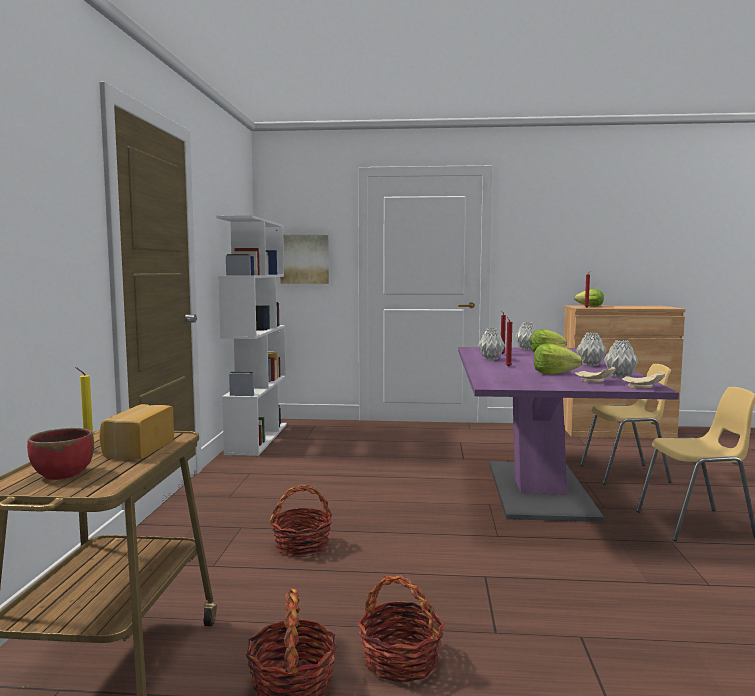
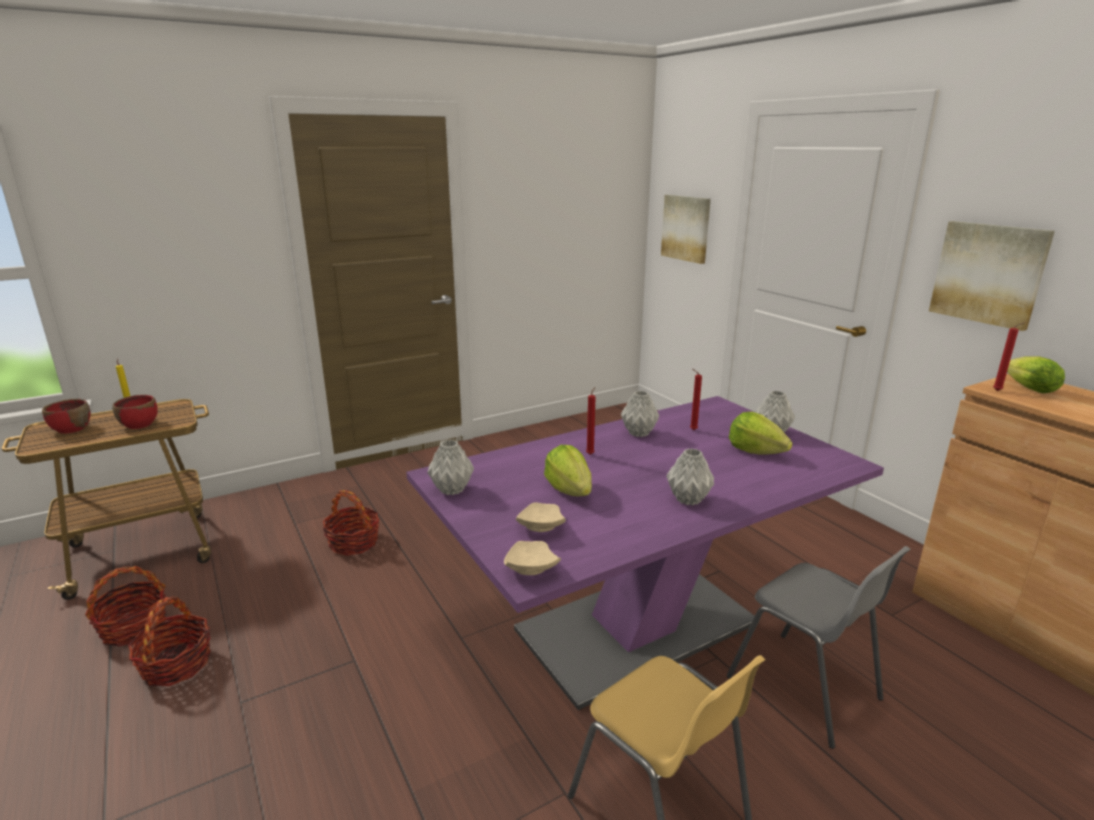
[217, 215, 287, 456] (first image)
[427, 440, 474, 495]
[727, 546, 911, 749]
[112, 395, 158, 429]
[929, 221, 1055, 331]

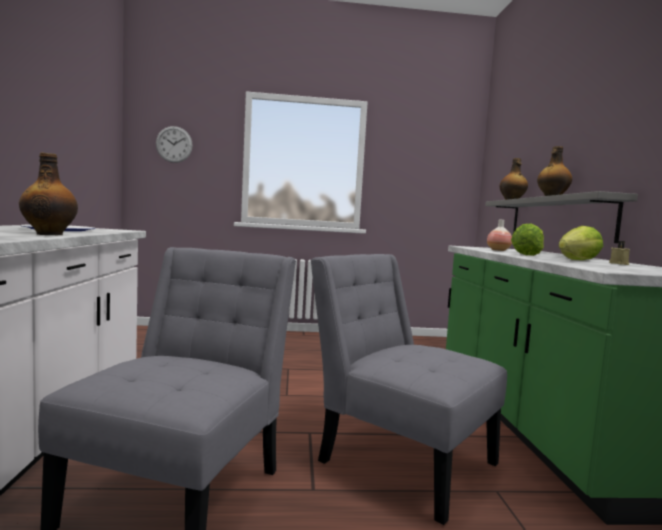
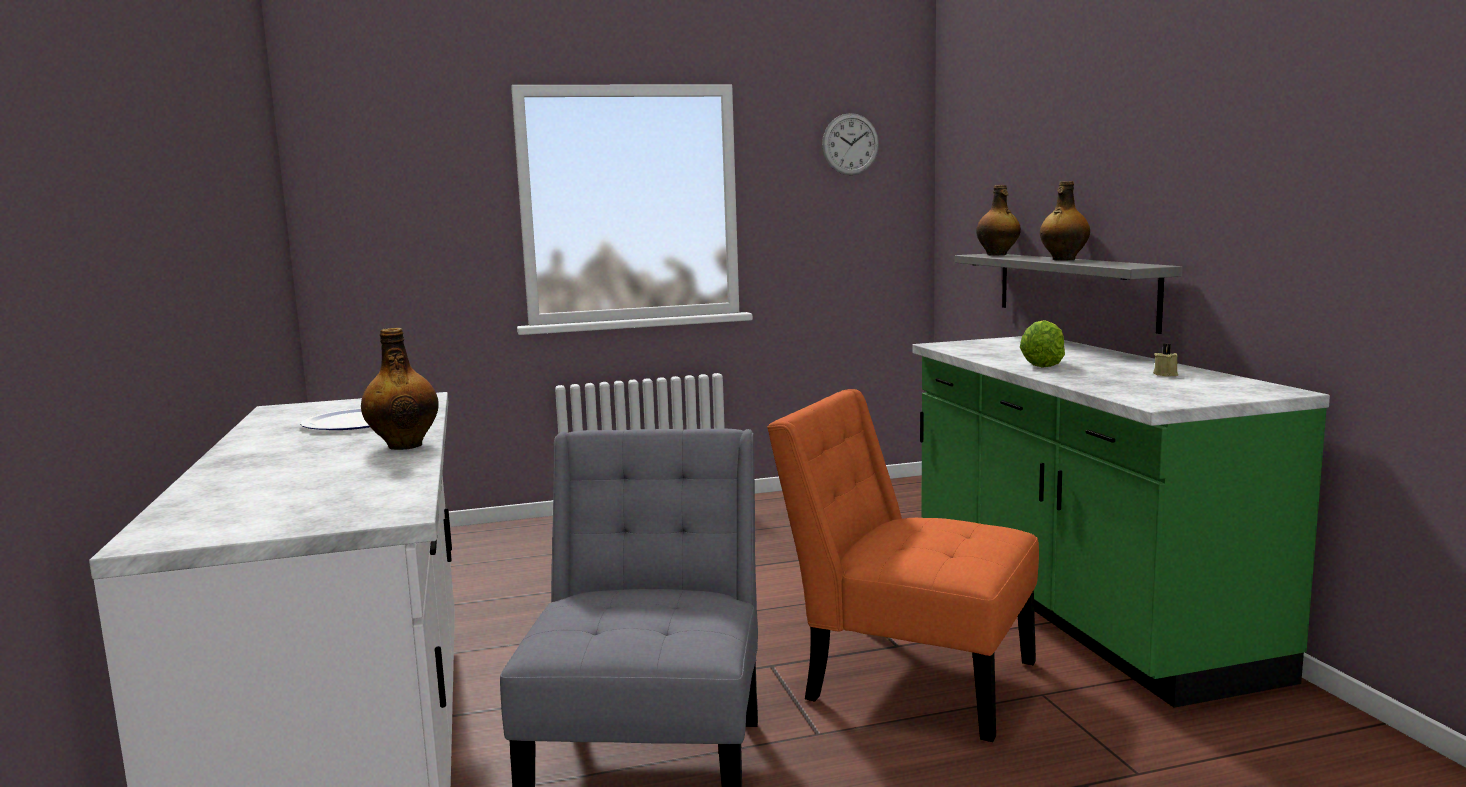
[822, 113, 879, 175]
[487, 220, 512, 251] (first image)
[559, 226, 603, 260] (first image)
[767, 389, 1039, 742]

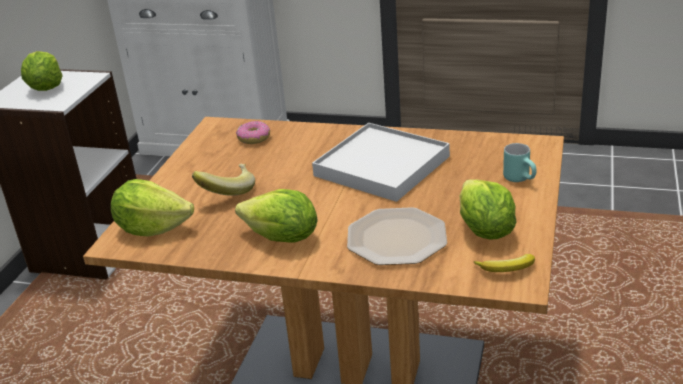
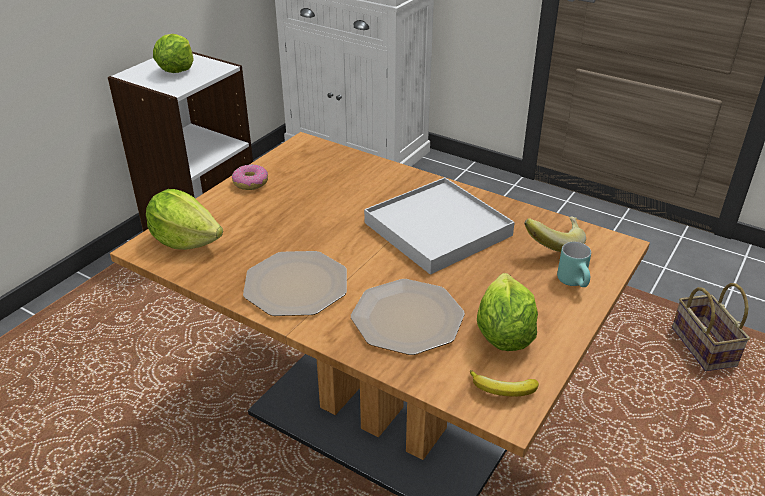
[232, 164, 268, 190]
[524, 216, 586, 252]
[243, 251, 347, 316]
[672, 283, 750, 371]

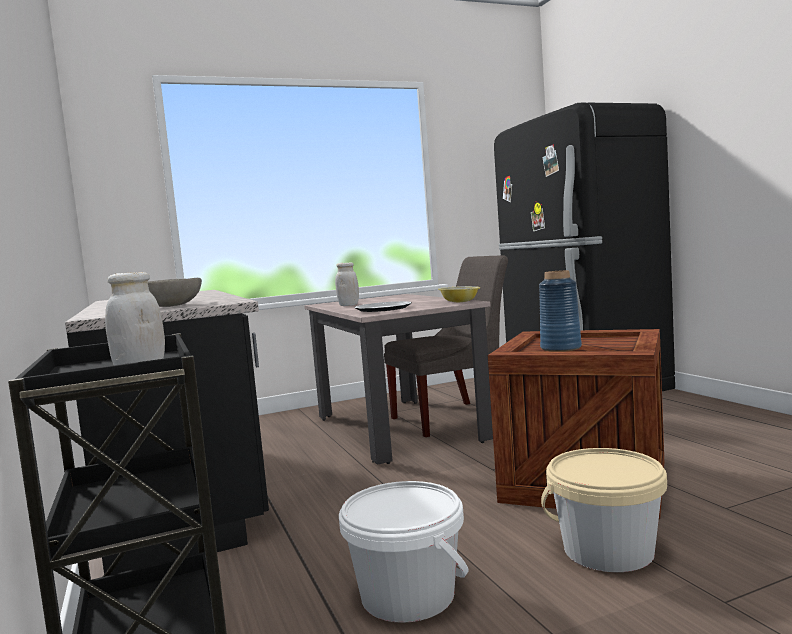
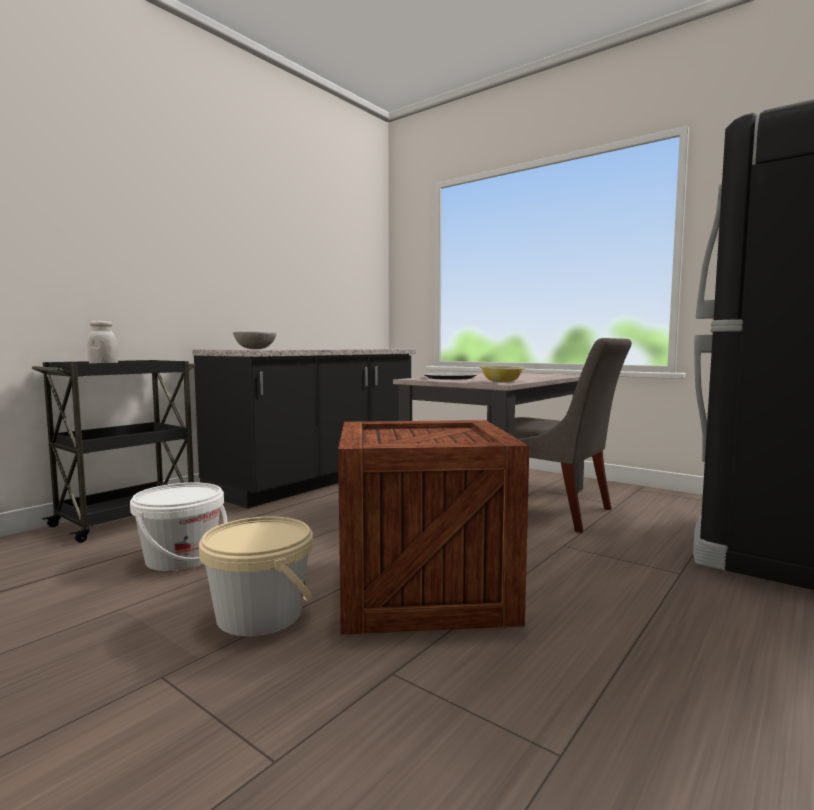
[335, 262, 359, 306] (first image)
[539, 270, 582, 352] (first image)

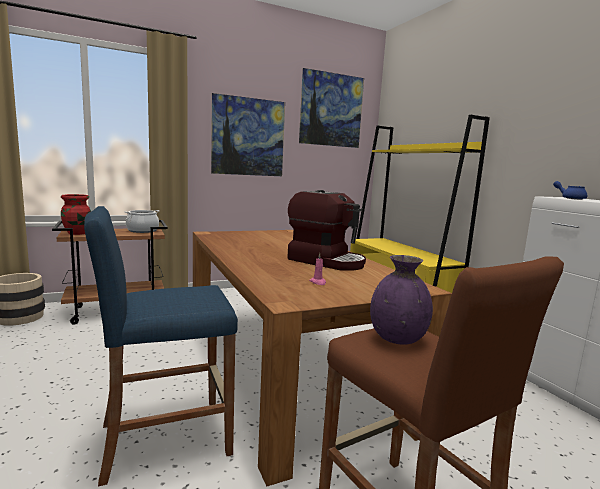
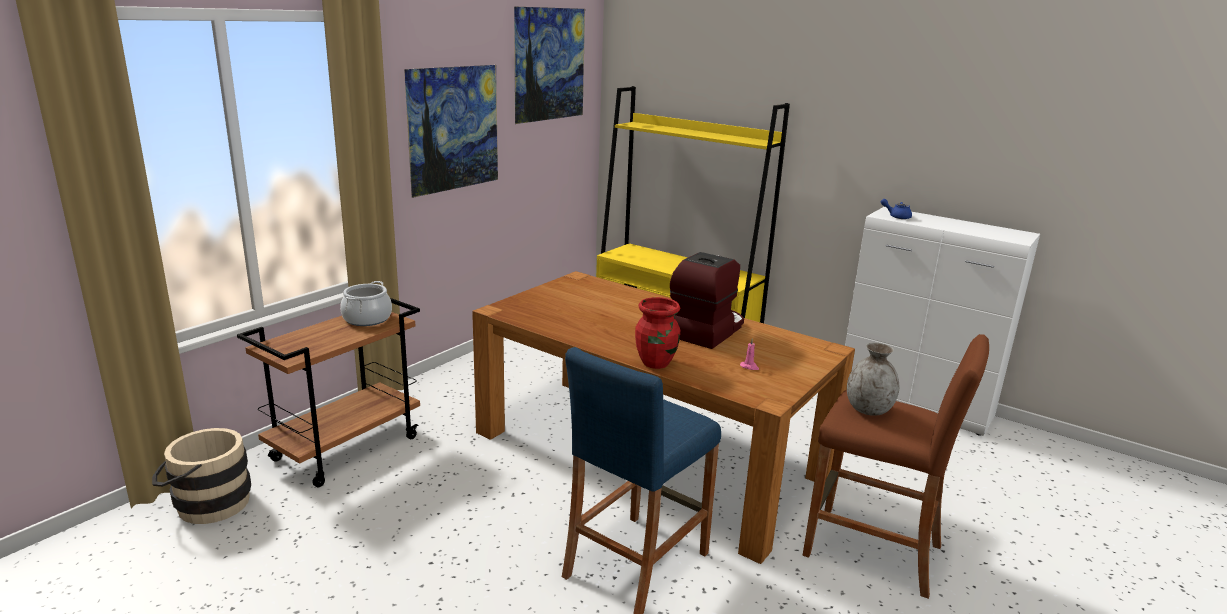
[670, 252, 744, 349]
[635, 297, 680, 369]
[847, 342, 899, 416]

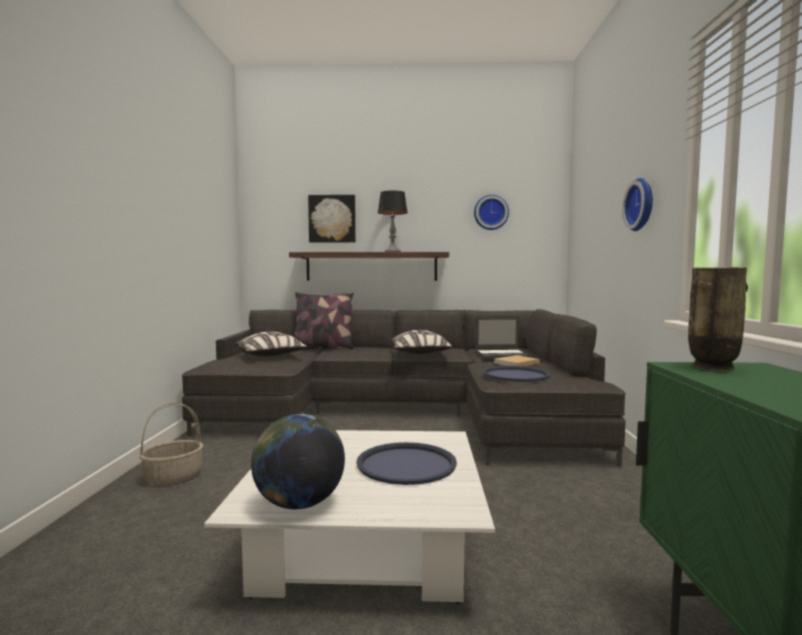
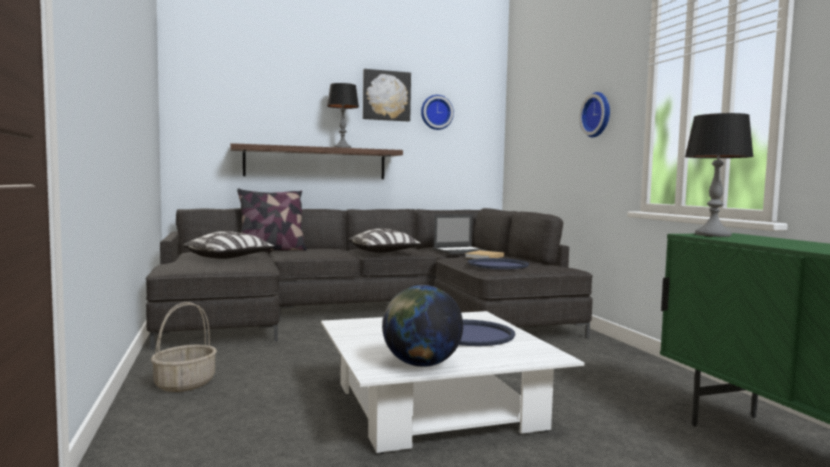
[363, 69, 411, 122]
[685, 113, 754, 237]

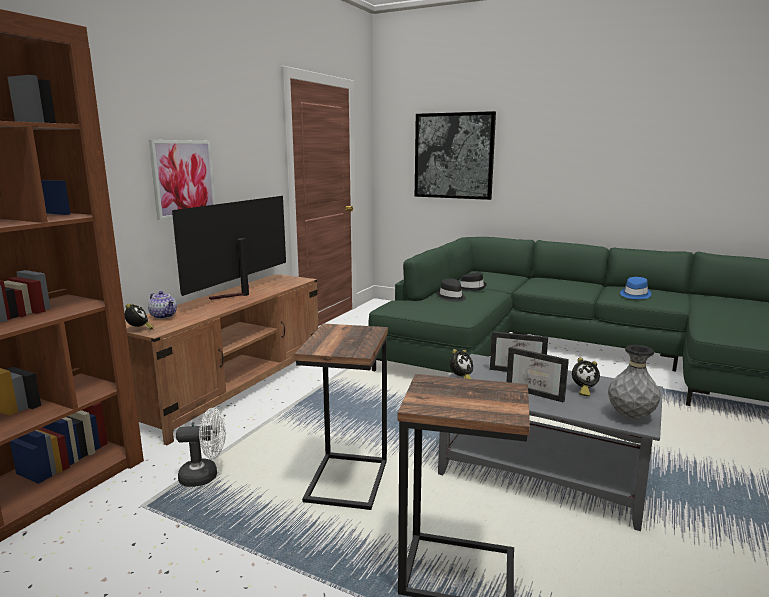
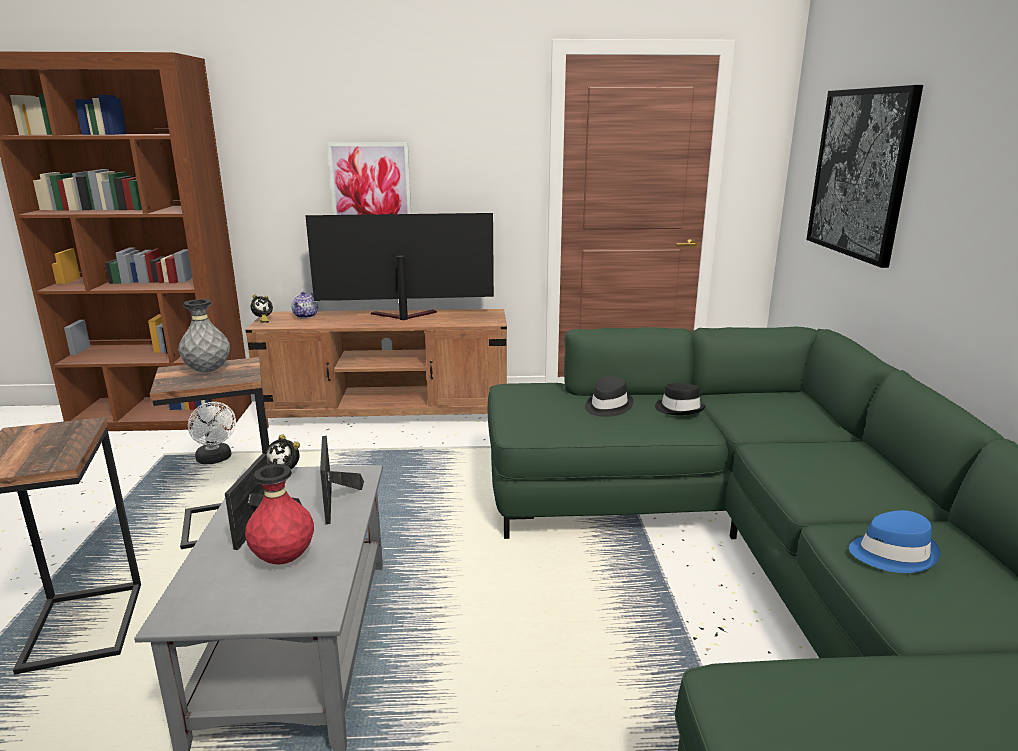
[178, 299, 230, 373]
[245, 464, 314, 565]

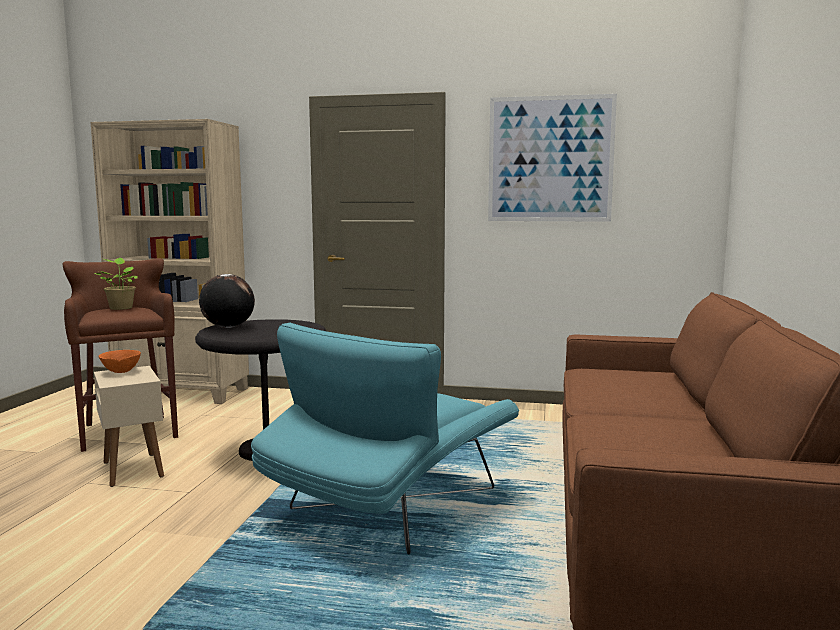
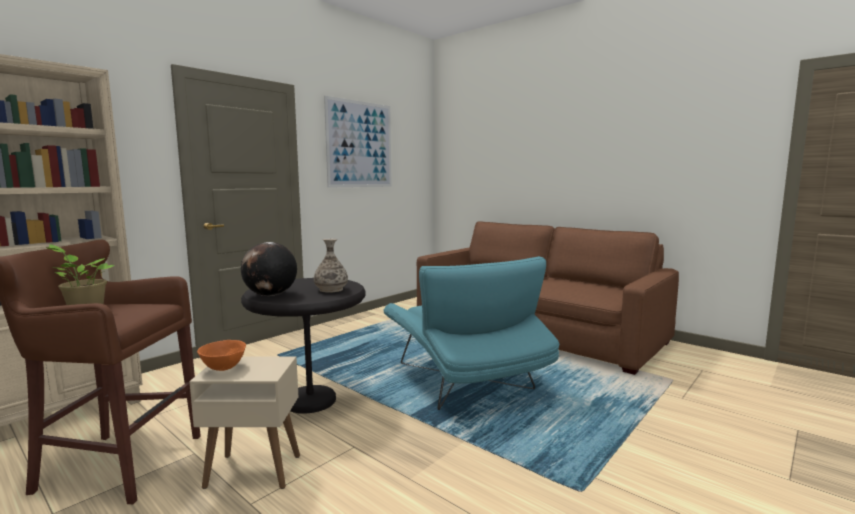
[314, 239, 348, 293]

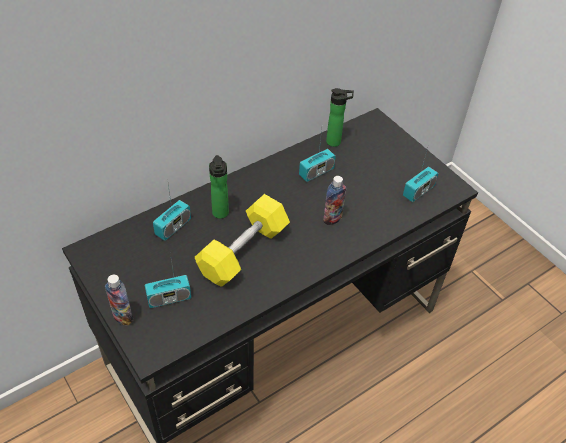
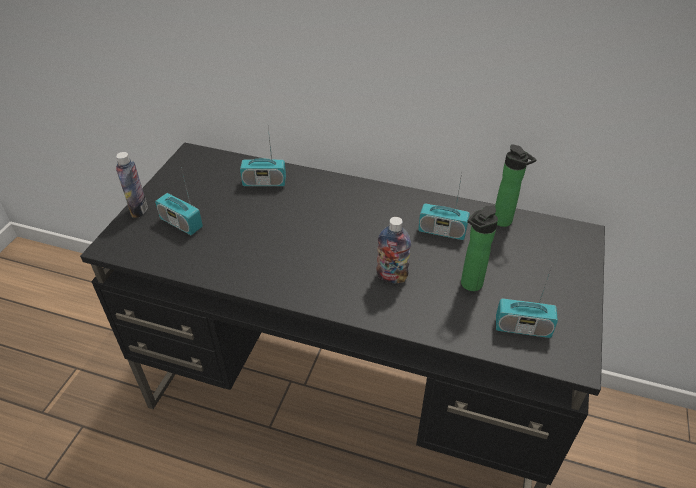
[461, 206, 498, 291]
[195, 194, 290, 287] (first image)

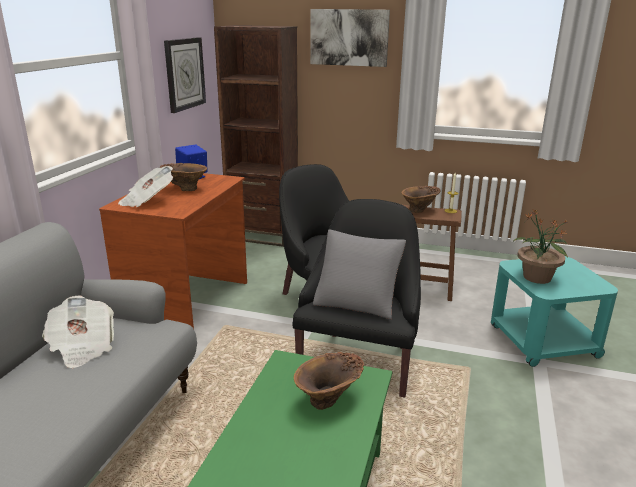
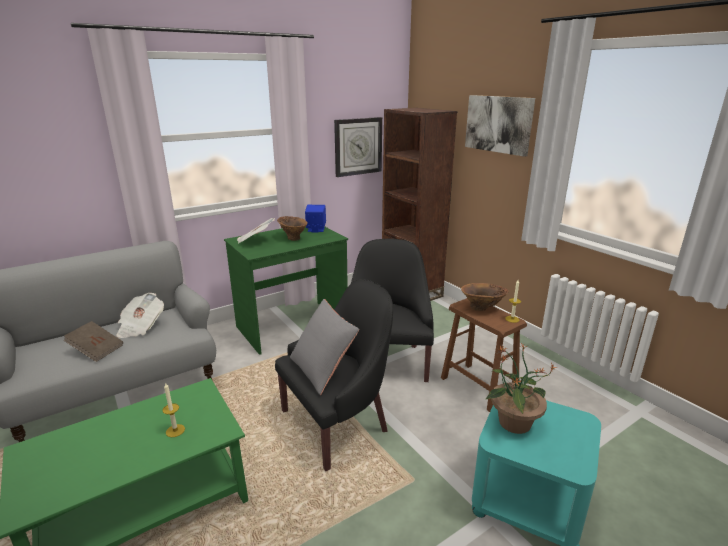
[224, 226, 348, 355]
[162, 382, 185, 437]
[64, 321, 123, 362]

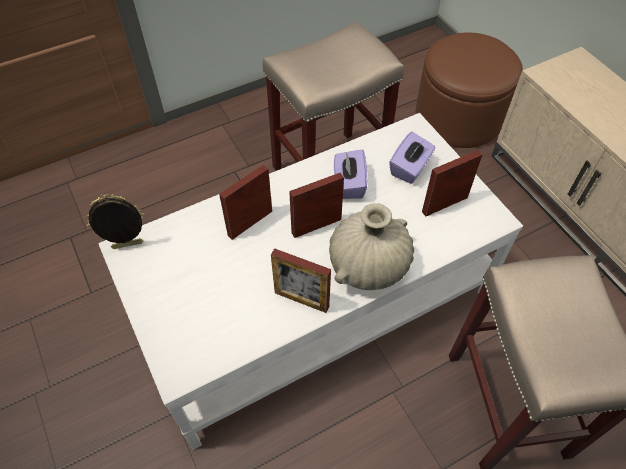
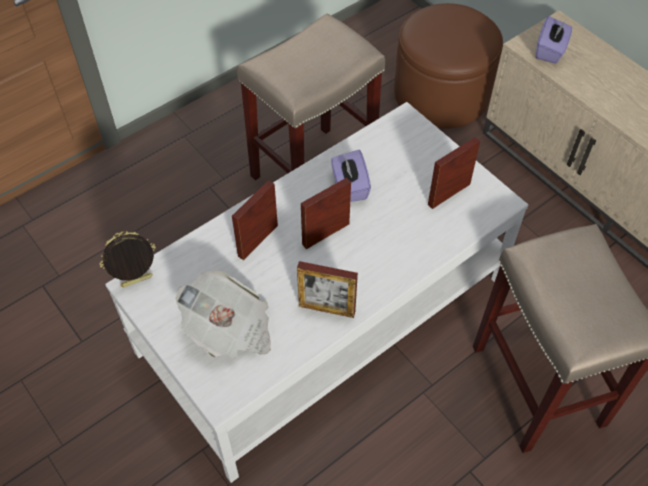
[536, 16, 572, 64]
[329, 203, 414, 290] (first image)
[176, 270, 271, 359]

